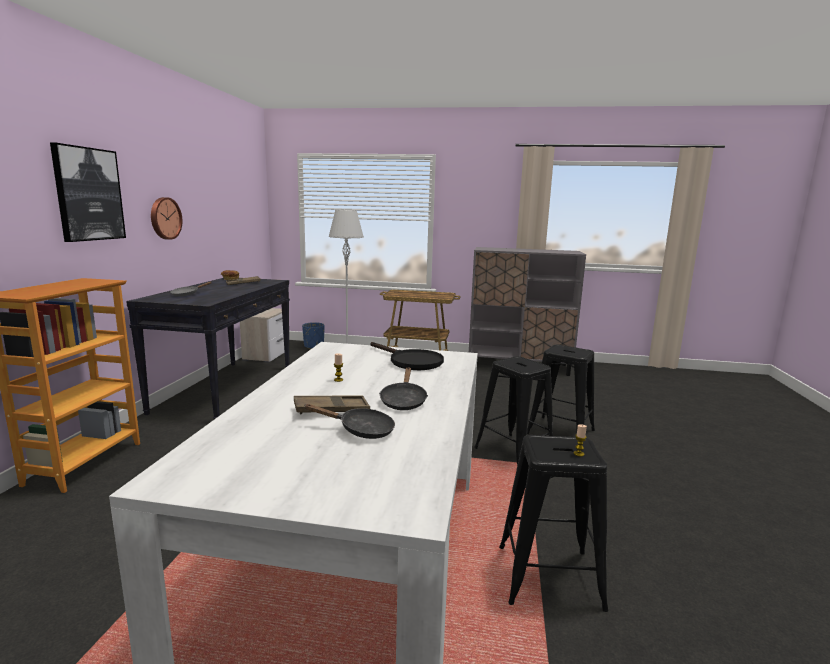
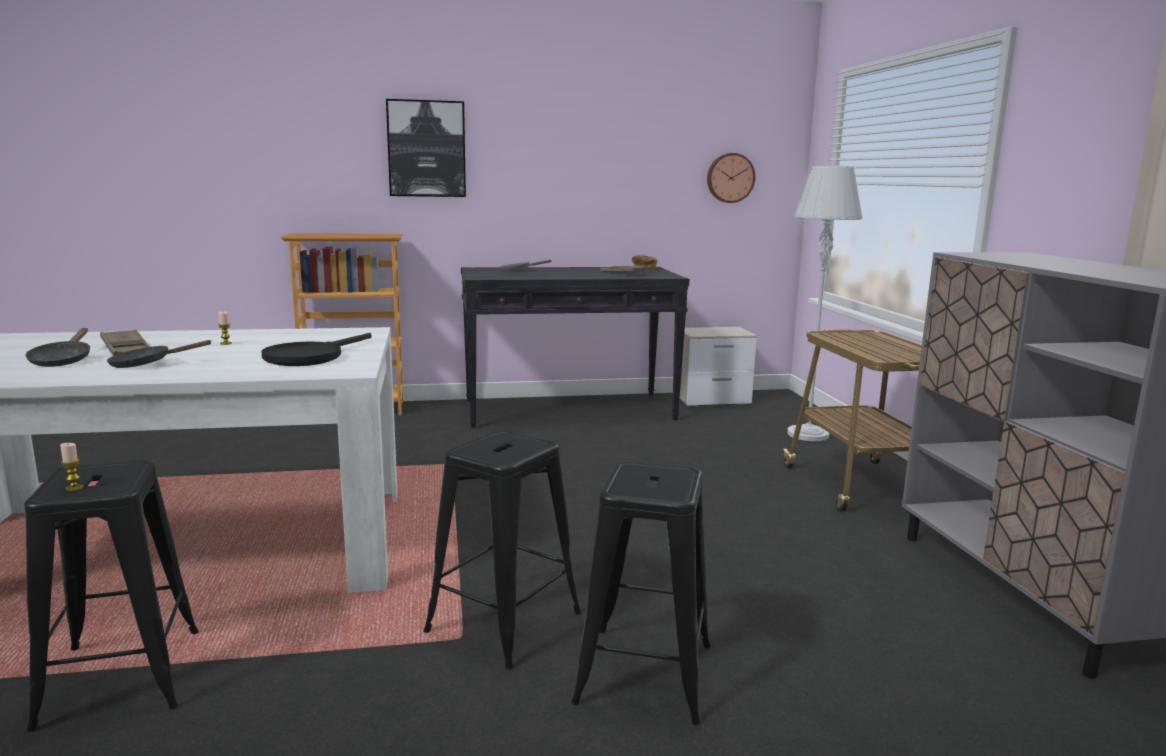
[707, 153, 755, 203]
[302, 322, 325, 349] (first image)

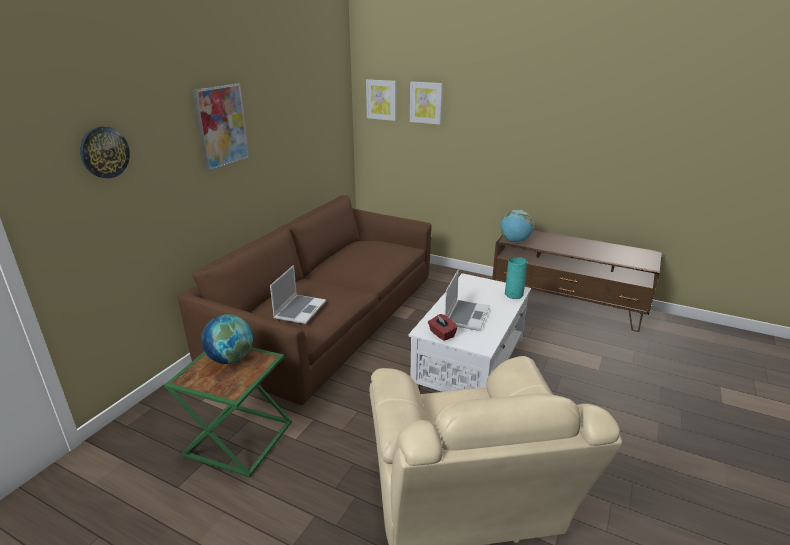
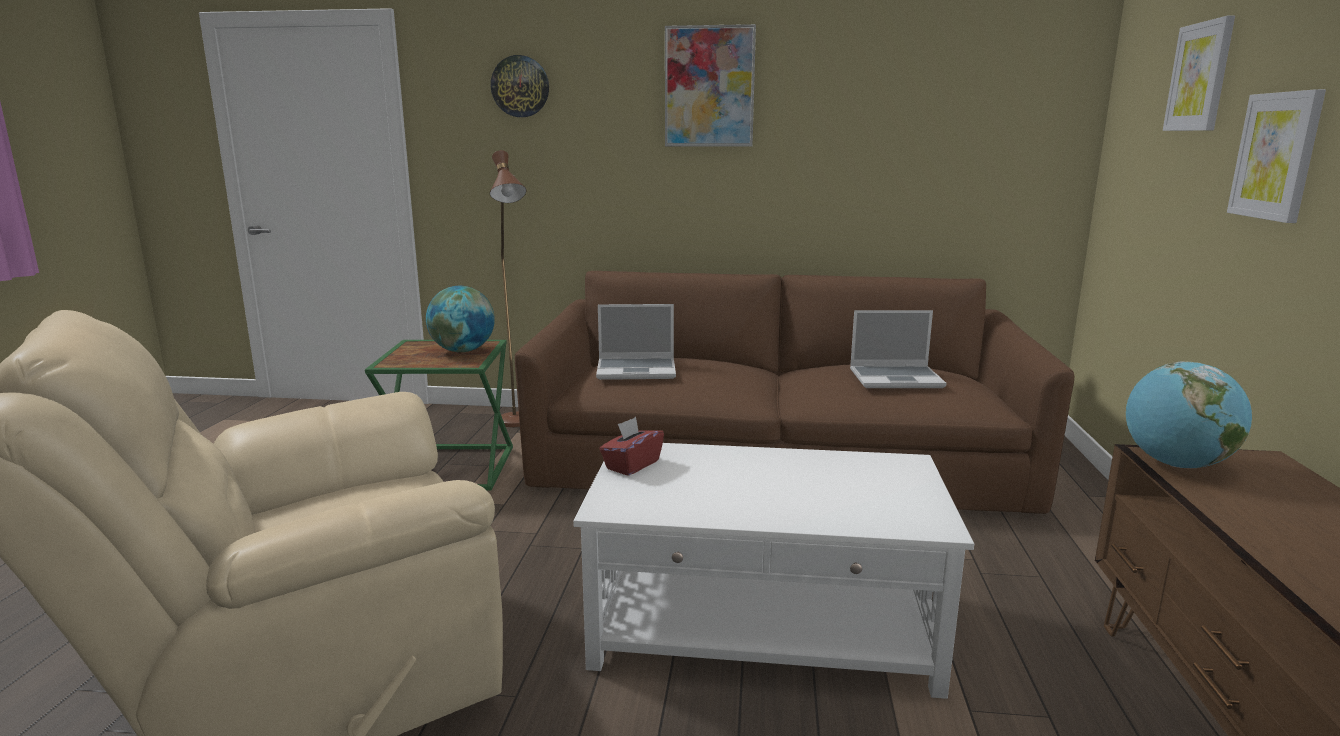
[1227, 89, 1326, 223]
[505, 257, 527, 299] (first image)
[850, 310, 947, 388]
[490, 150, 527, 427]

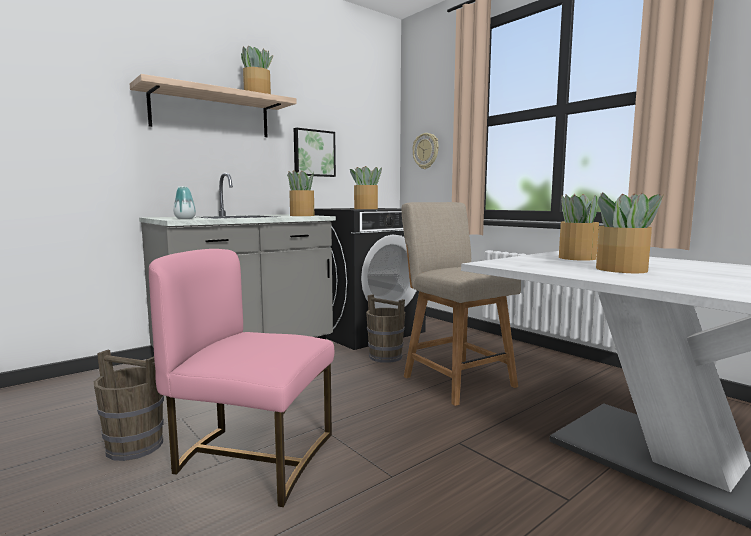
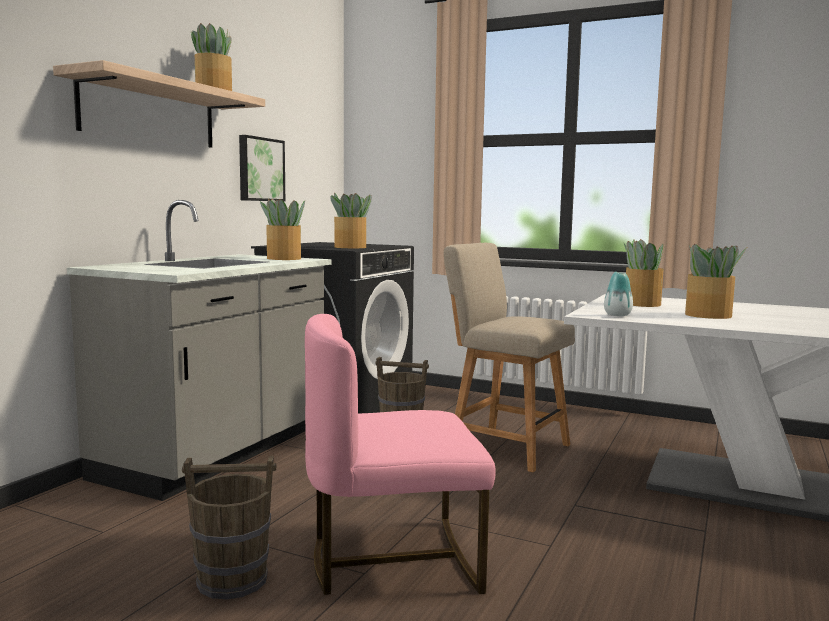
[412, 133, 439, 169] (first image)
[604, 272, 633, 316]

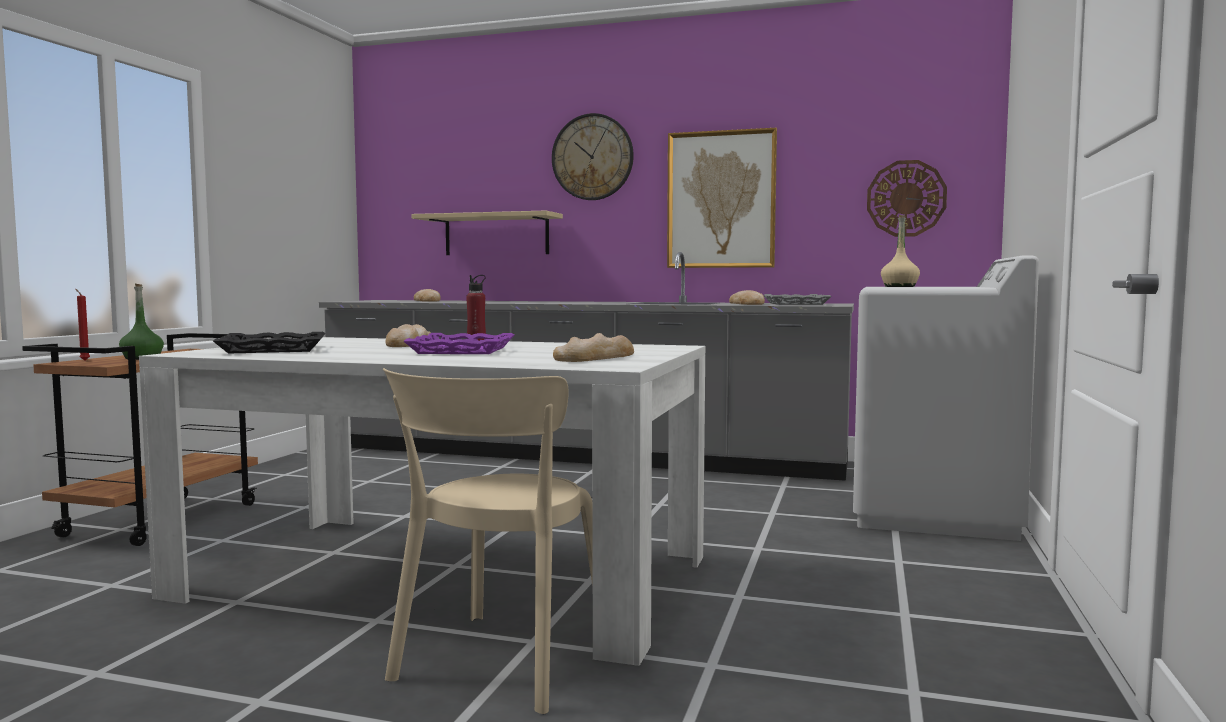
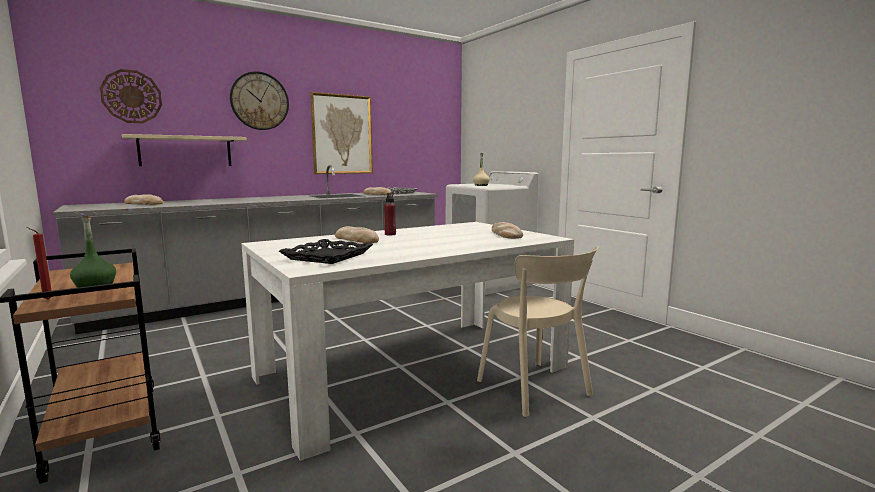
[100, 69, 162, 123]
[404, 333, 514, 354] (first image)

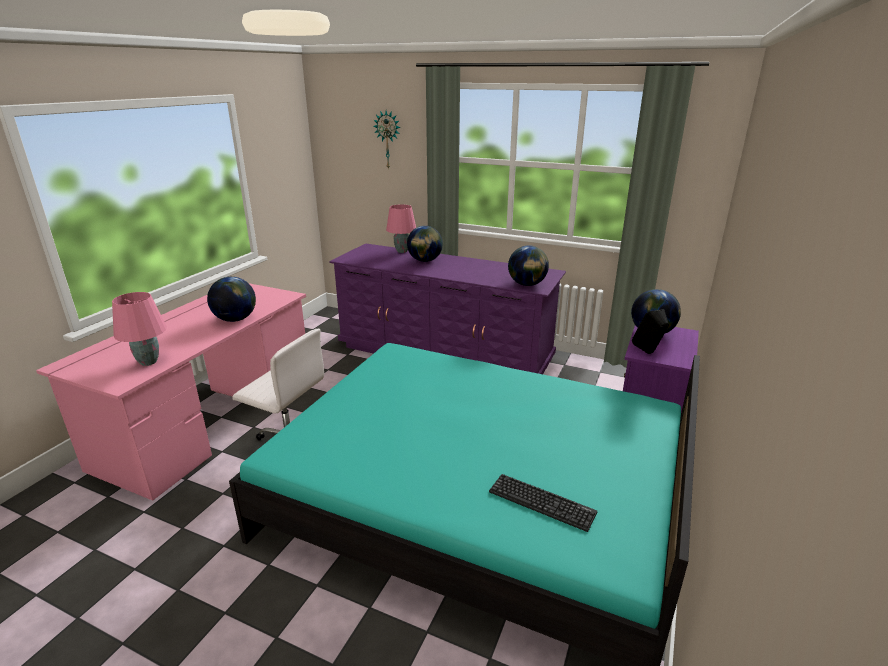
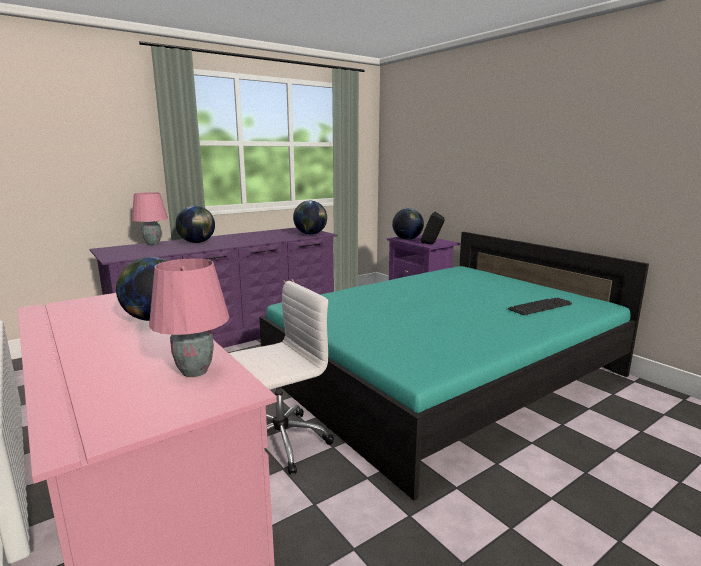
[373, 111, 401, 170] (first image)

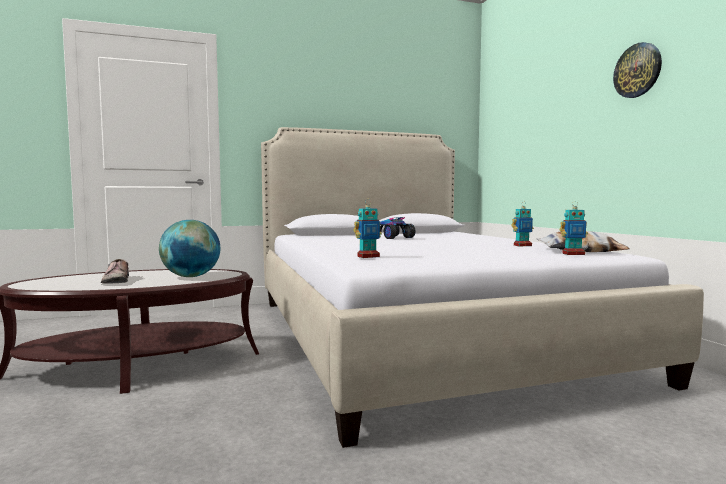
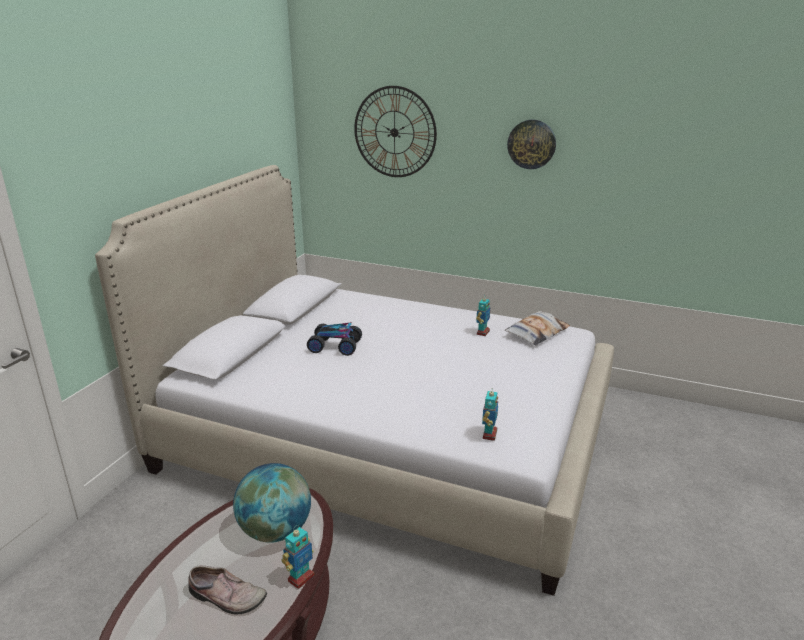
[282, 525, 315, 589]
[354, 86, 437, 177]

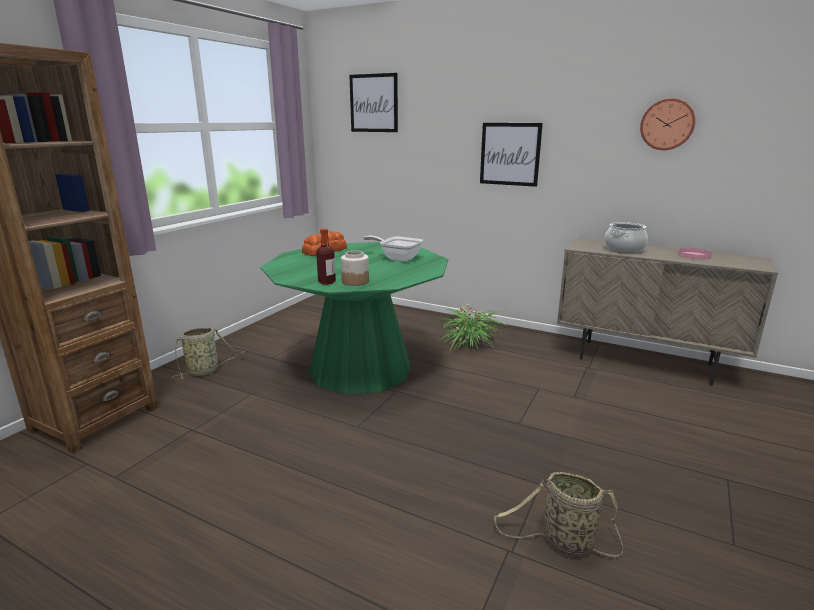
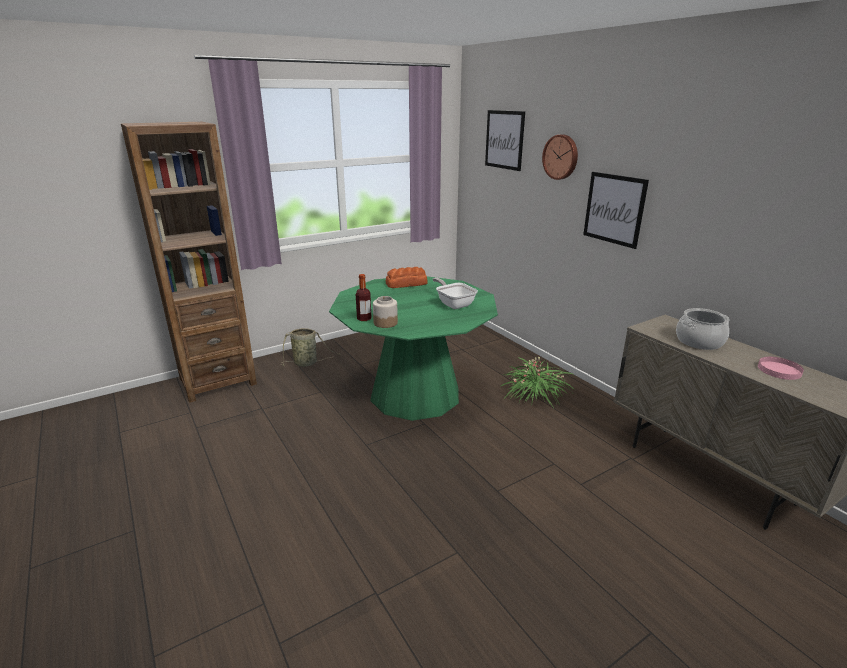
[542, 134, 578, 180]
[494, 472, 623, 557] (first image)

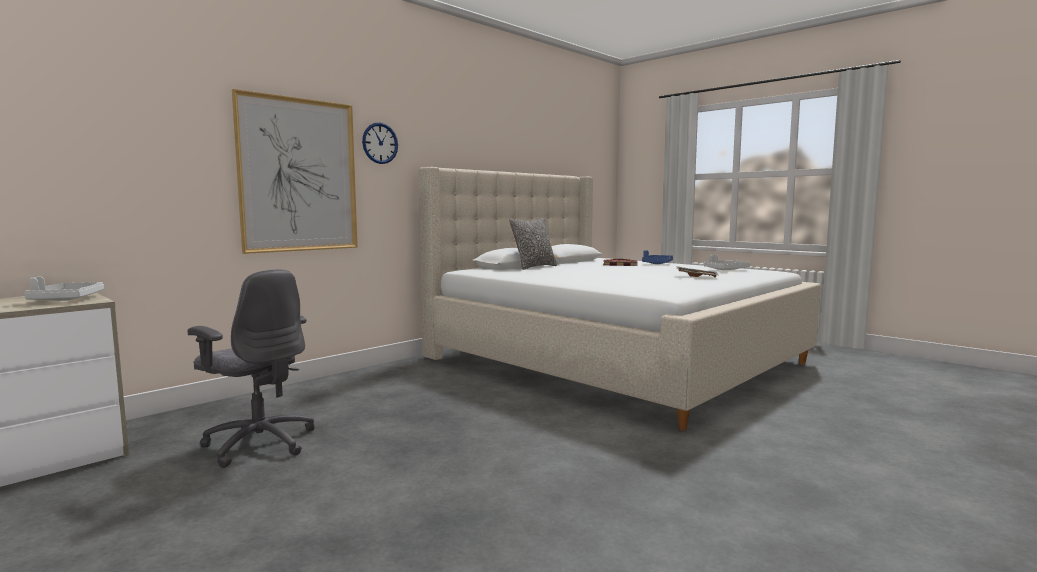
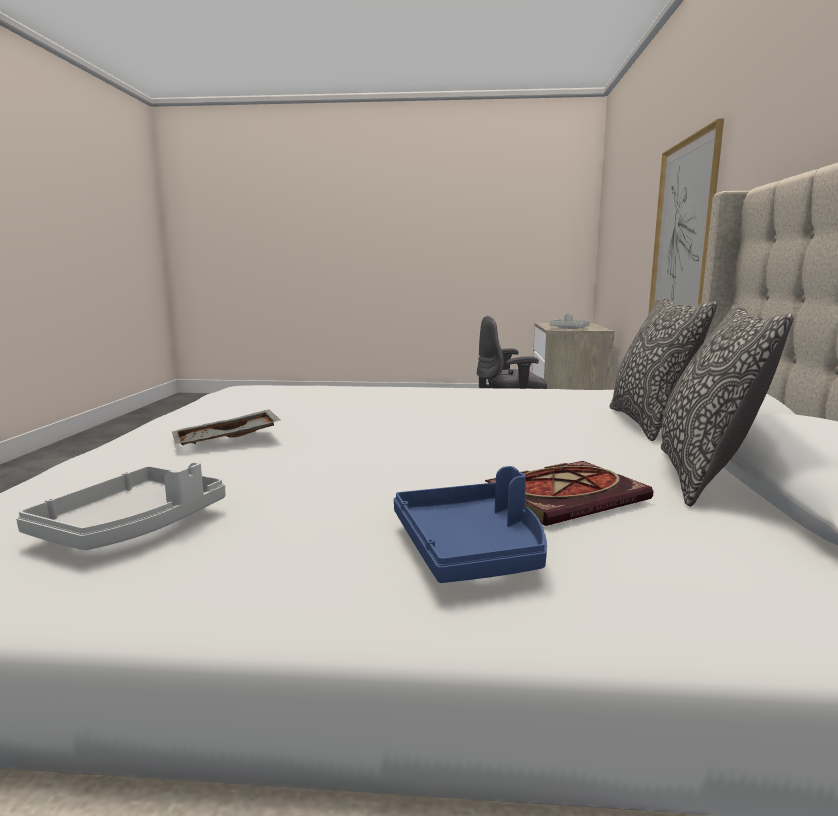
[362, 123, 398, 164] (first image)
[661, 304, 794, 507]

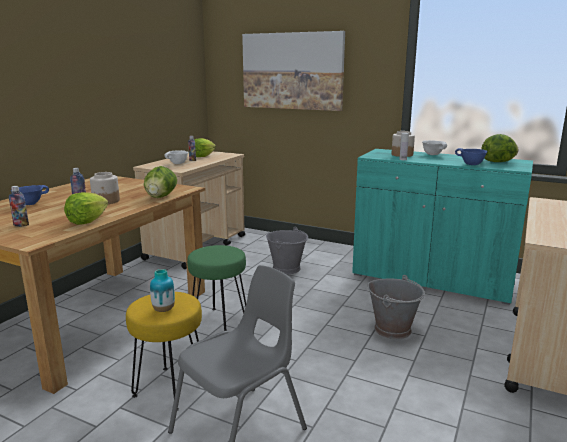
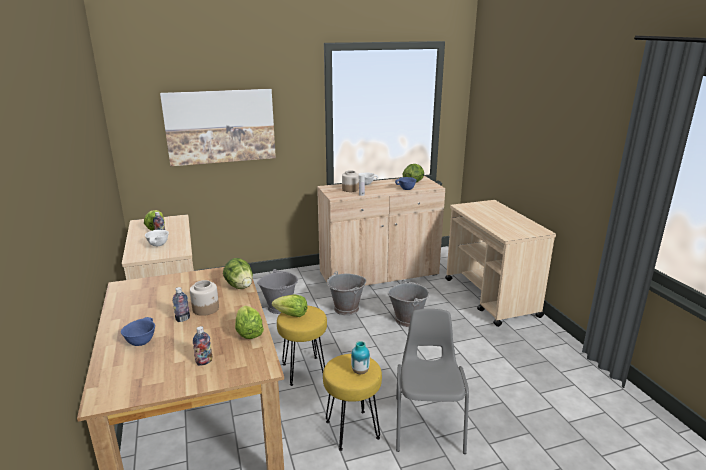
[317, 176, 445, 286]
[277, 306, 327, 386]
[327, 271, 366, 315]
[272, 294, 308, 317]

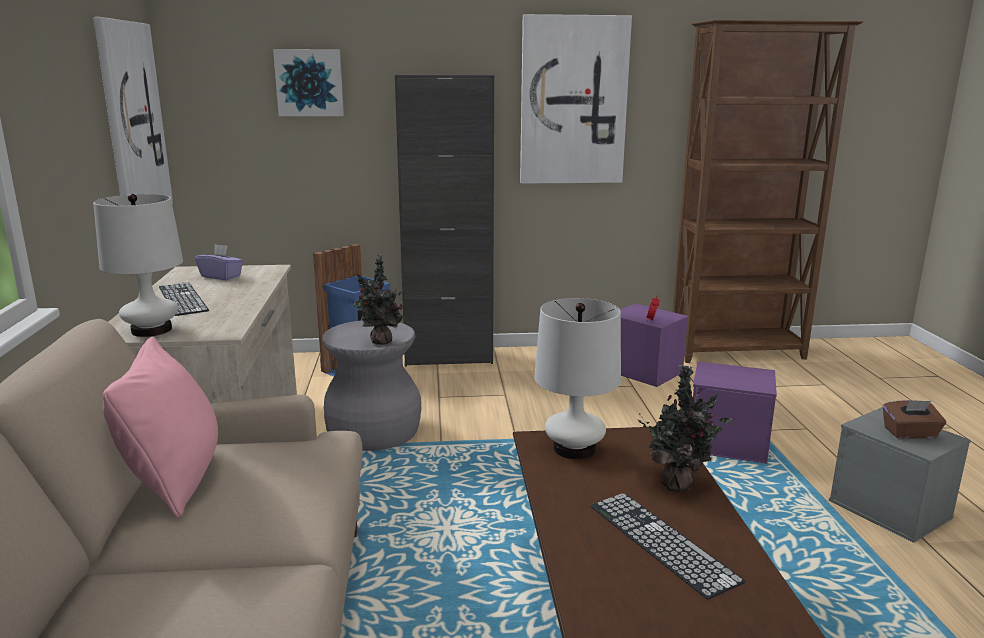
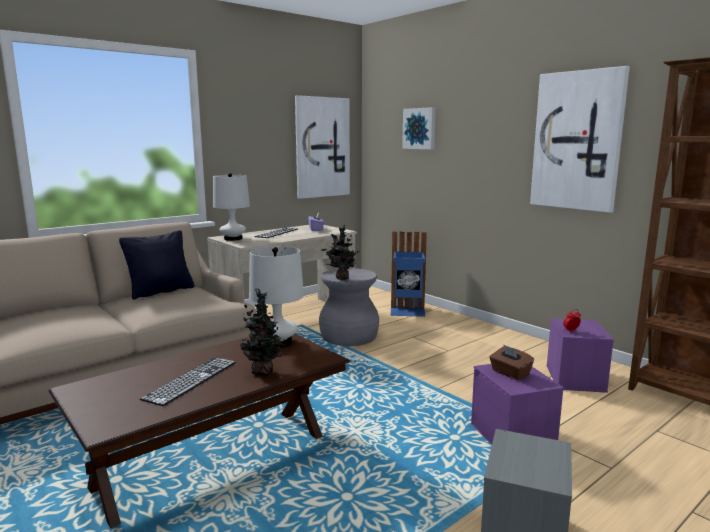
[395, 74, 494, 366] (first image)
[119, 230, 195, 300]
[489, 344, 534, 380]

